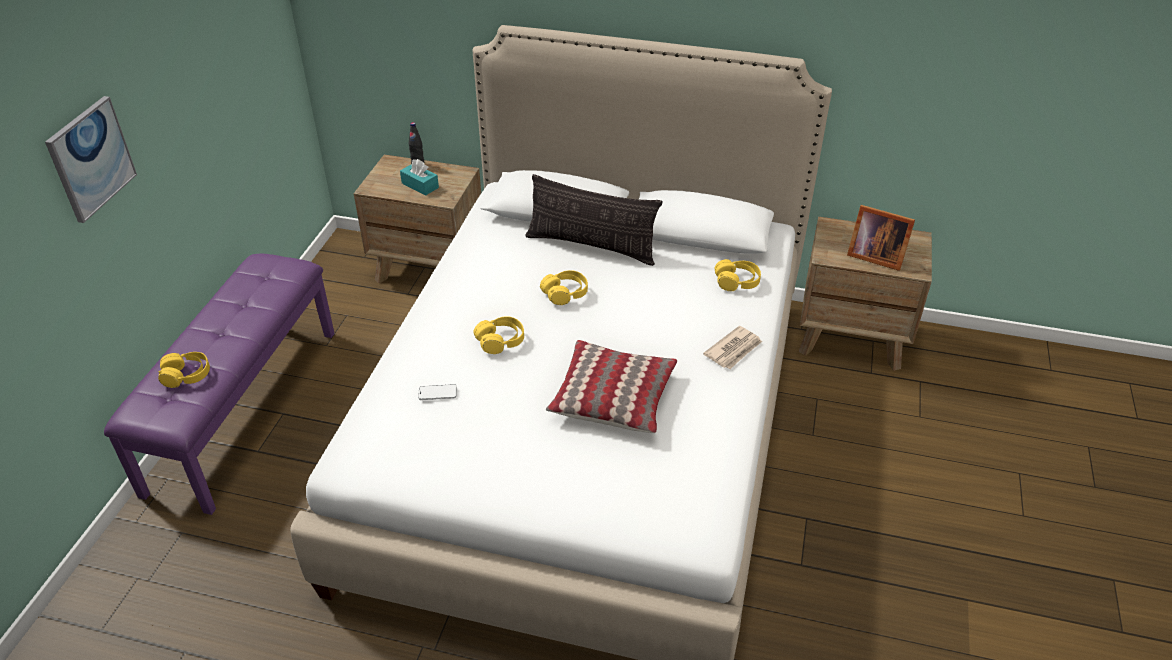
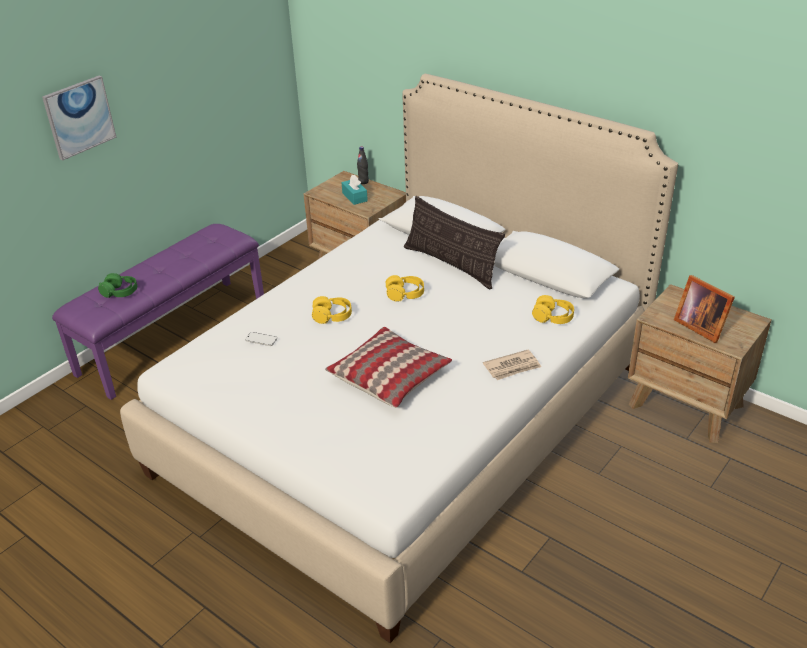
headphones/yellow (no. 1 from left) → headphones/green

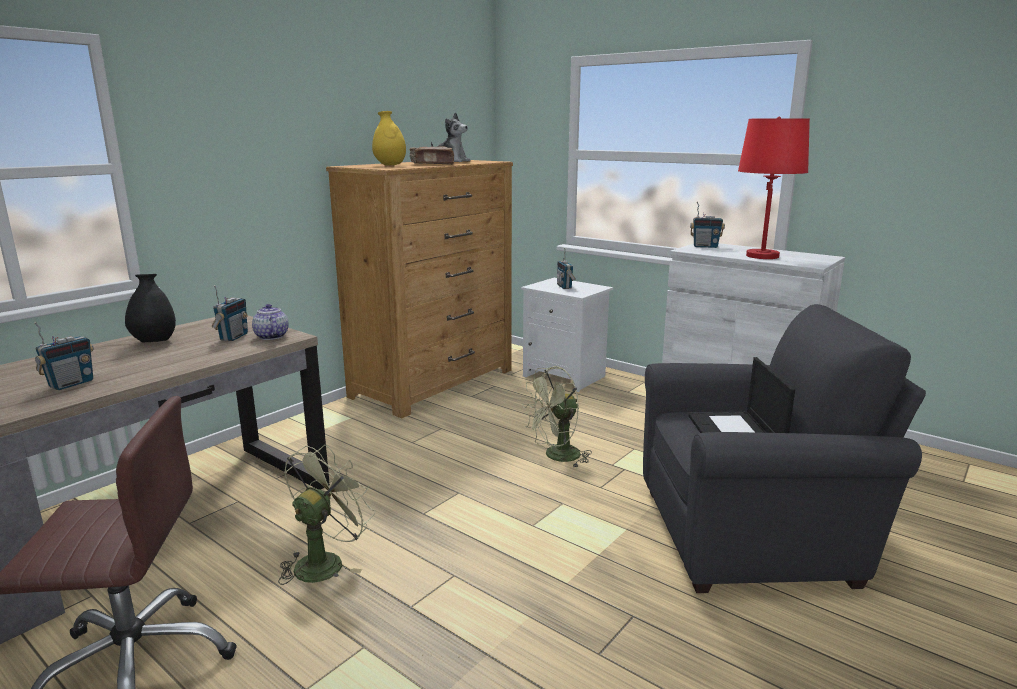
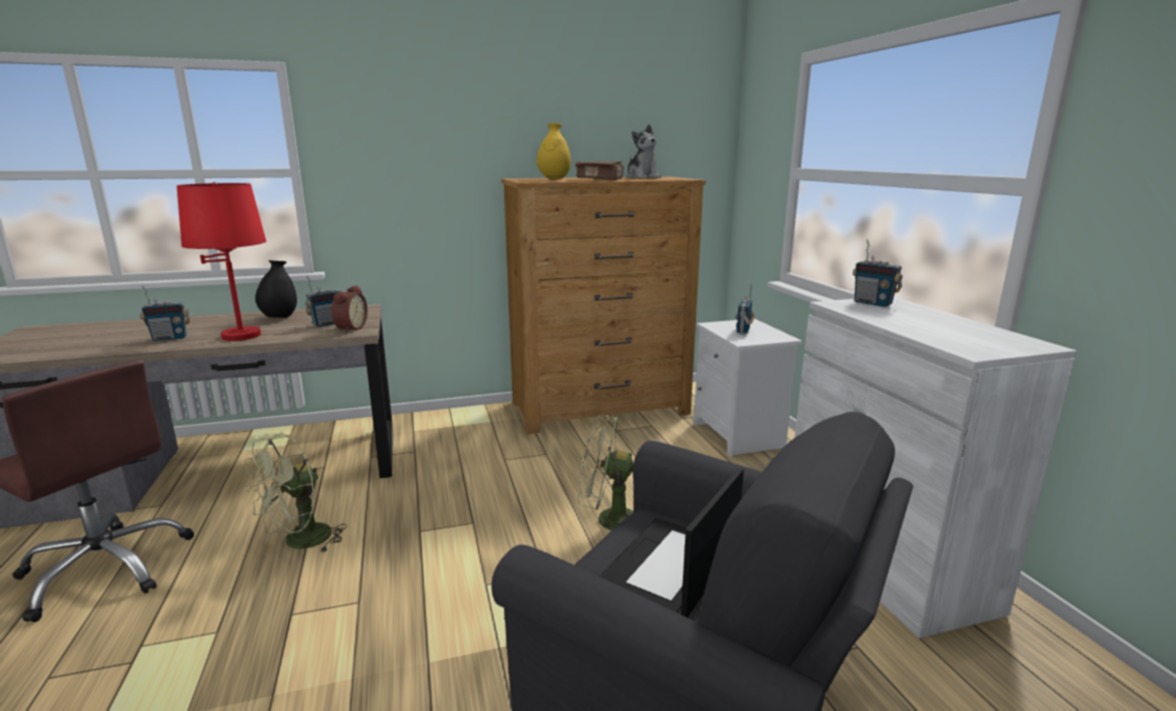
table lamp/red, shifted
teapot → alarm clock
fan/green (no. 1 from left), 150 degrees clockwise

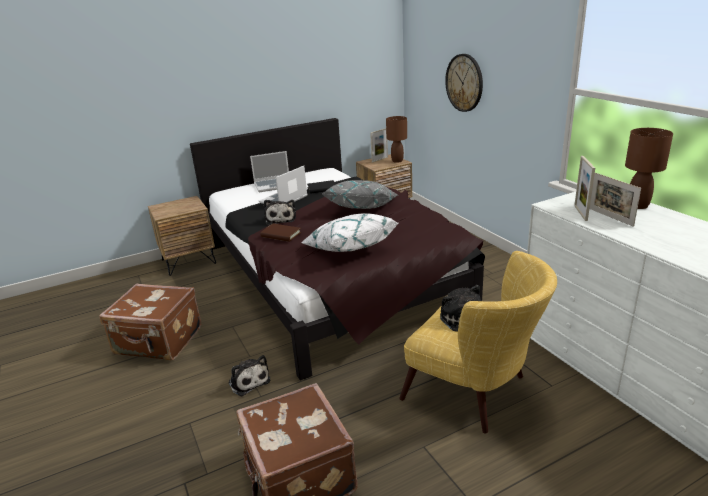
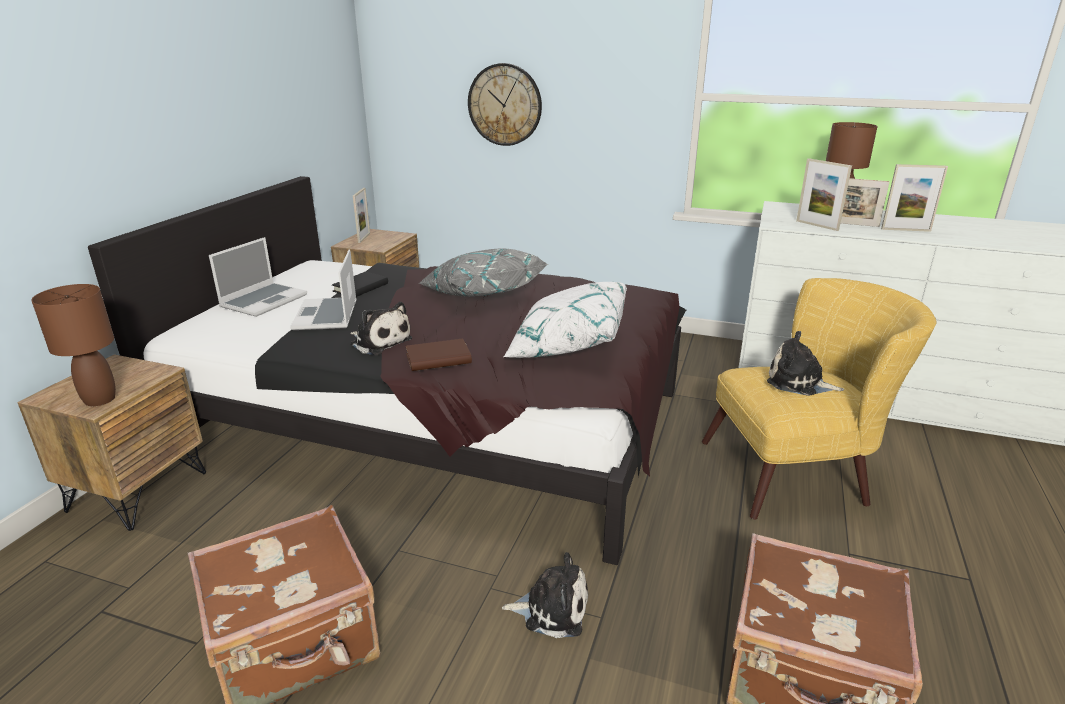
table lamp/brown (no. 1 from left), shifted
- → picture frame (no. 4 from left)

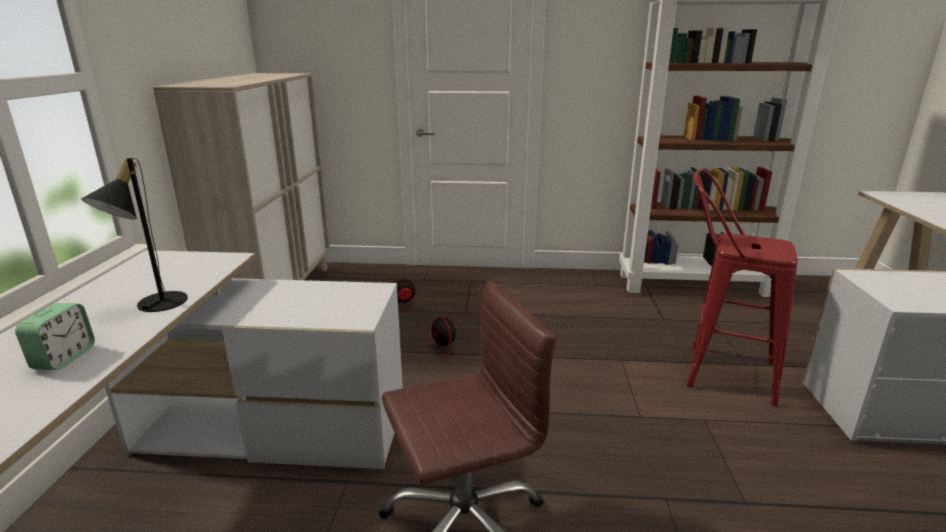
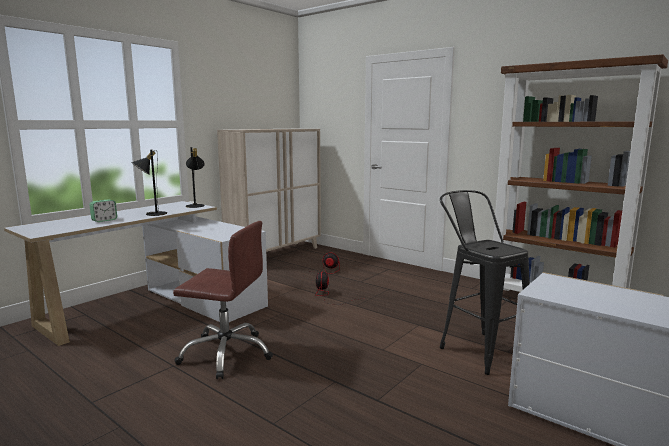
stool/red → stool/black
- → table lamp/black (no. 2 from left)

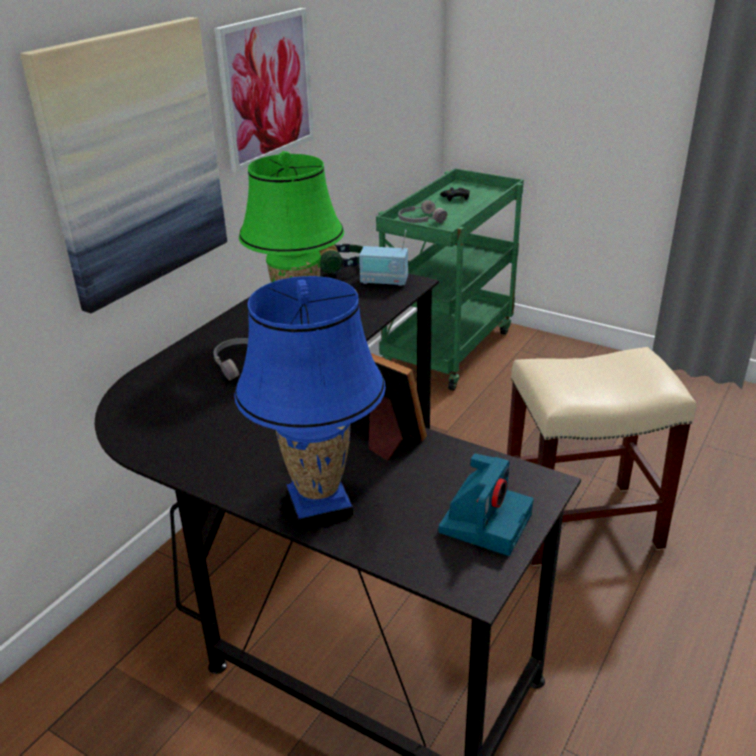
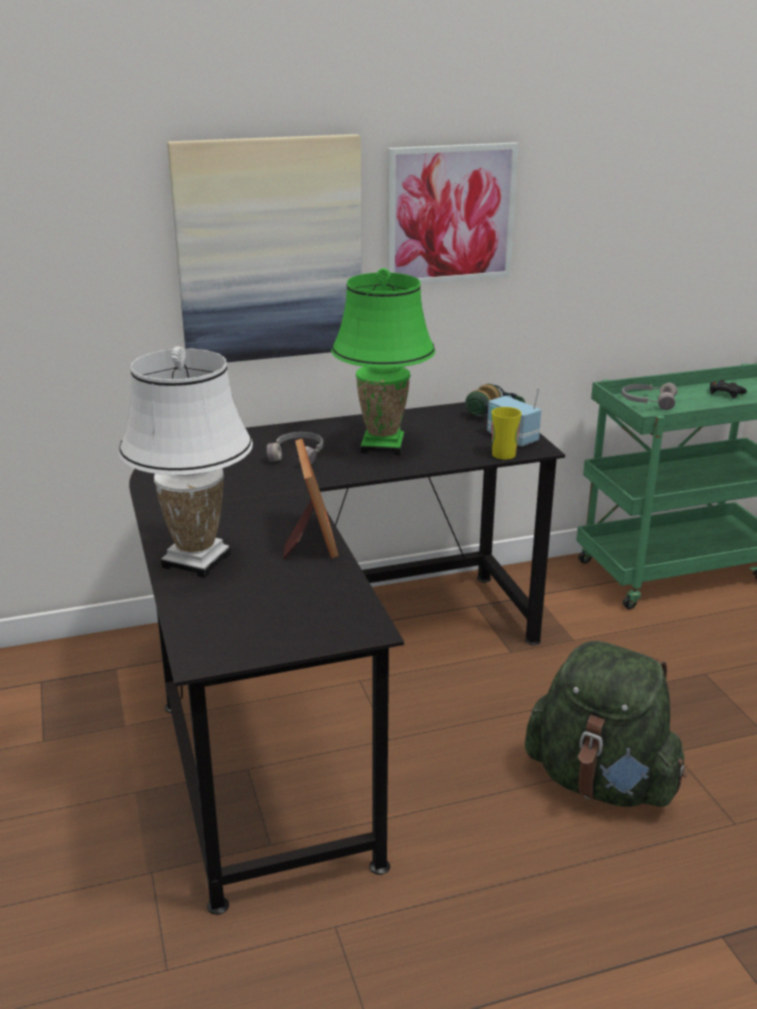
table lamp/blue → table lamp/white
stool/beige → backpack/green
photo camera → -
- → cup

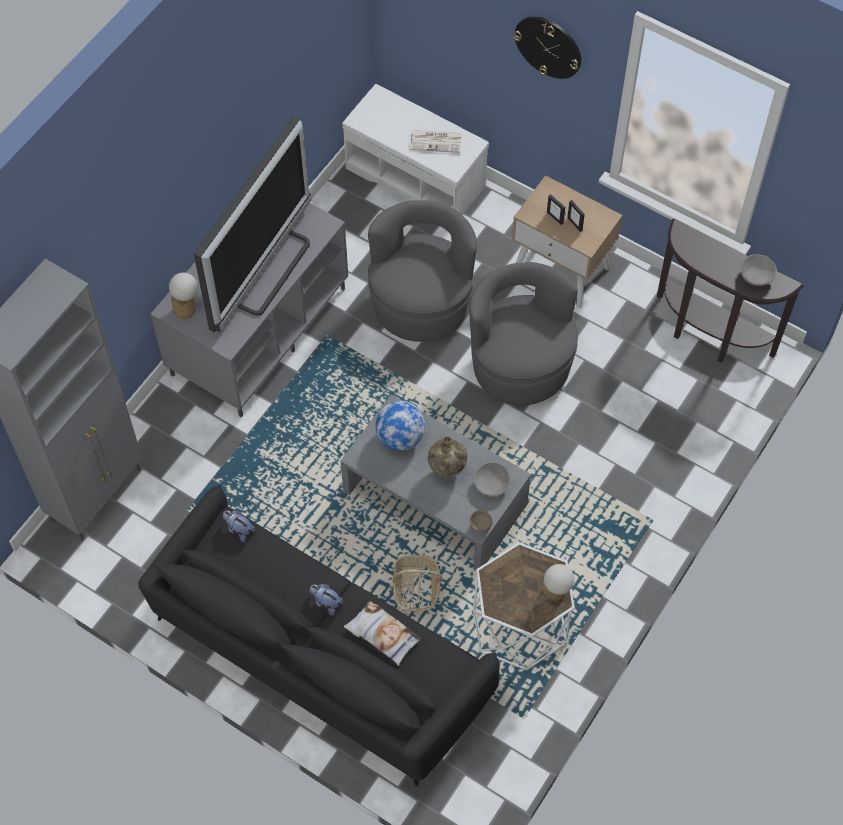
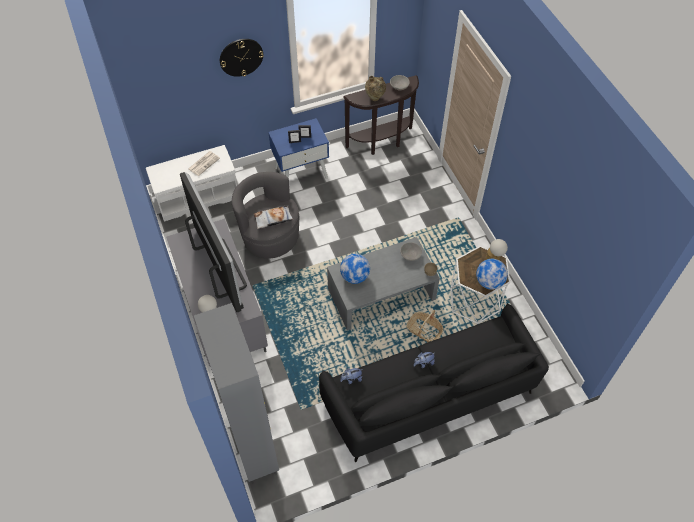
nightstand/beige → nightstand/blue
armchair/grey (no. 2 from left) → -
vase/beige, shifted
pillow, shifted
- → globe (no. 2 from left)

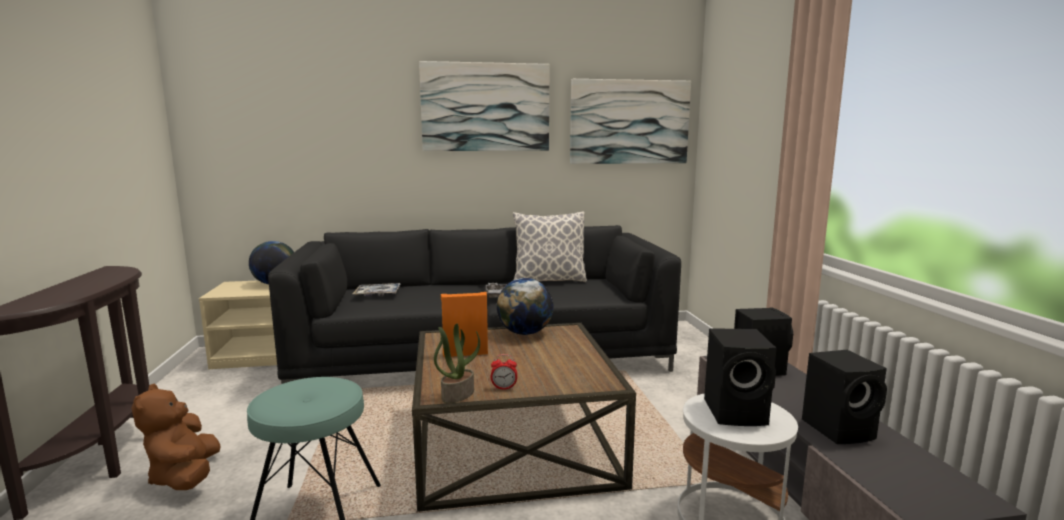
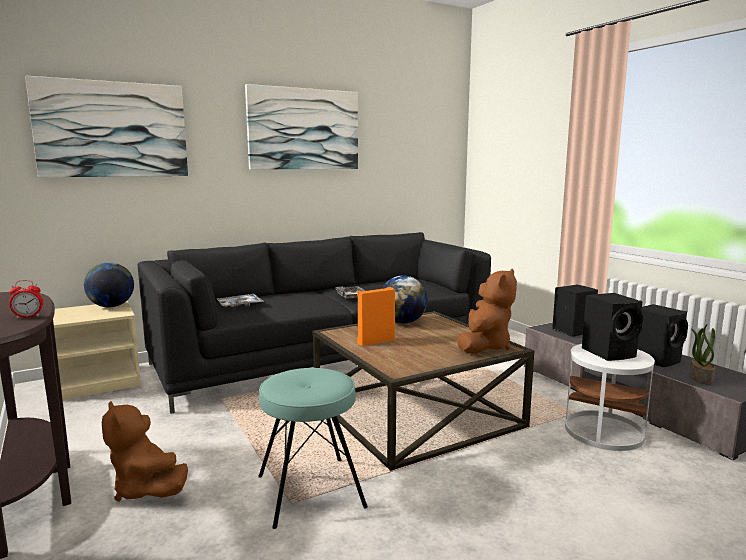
picture (no. 2 from left in the first image) → picture (no. 1 from left), shifted
pillow → -
potted plant, shifted
alarm clock, shifted
- → plush toy/brown (no. 2 from left)

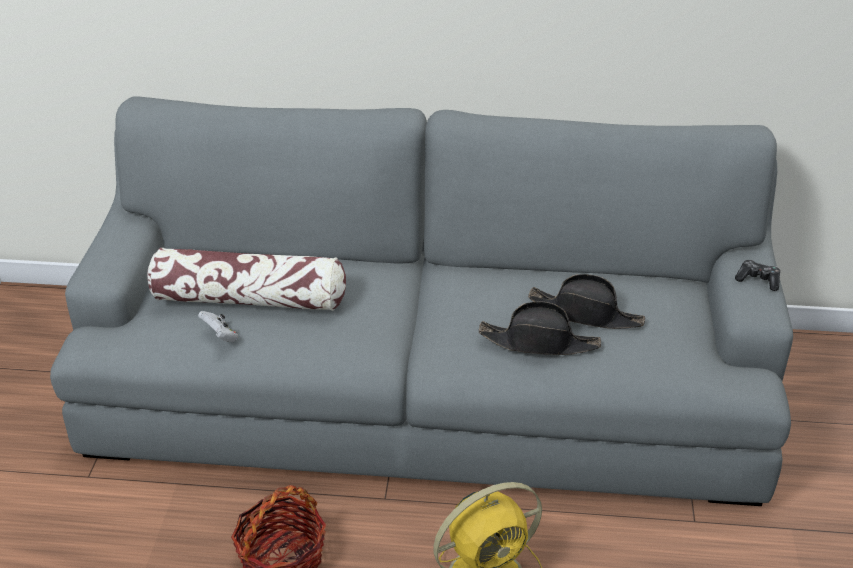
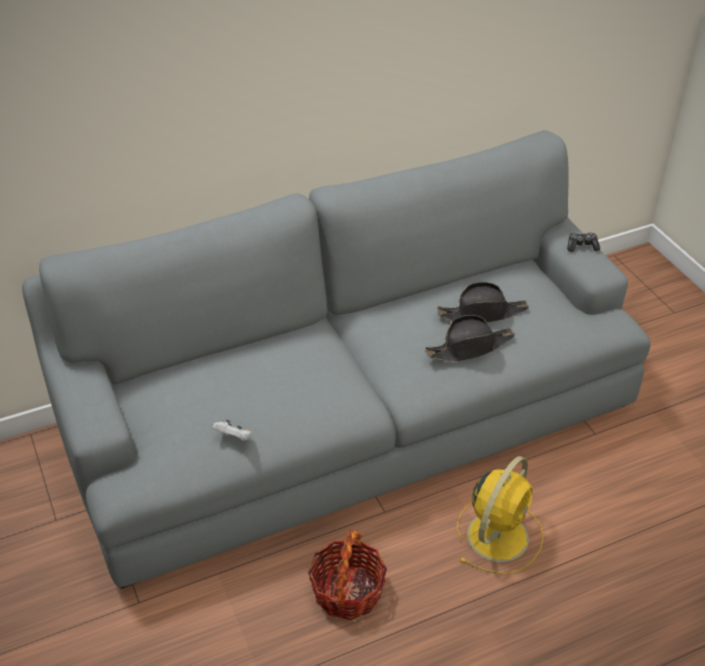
pillow → -

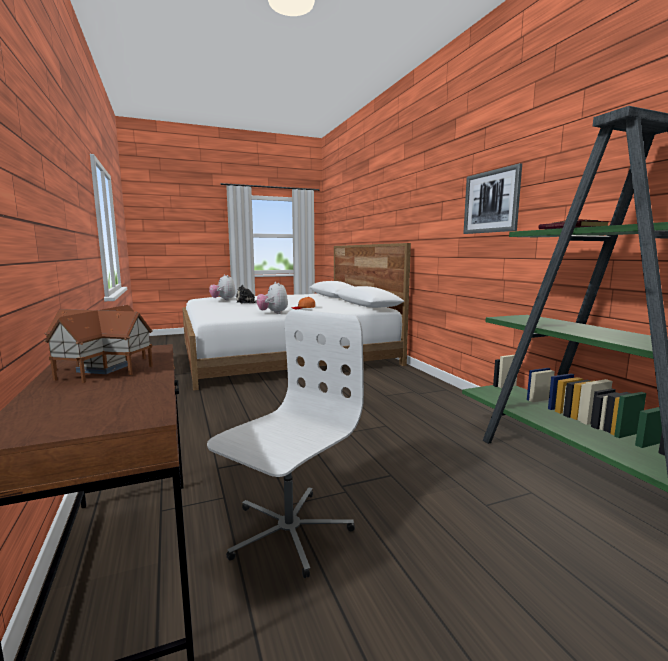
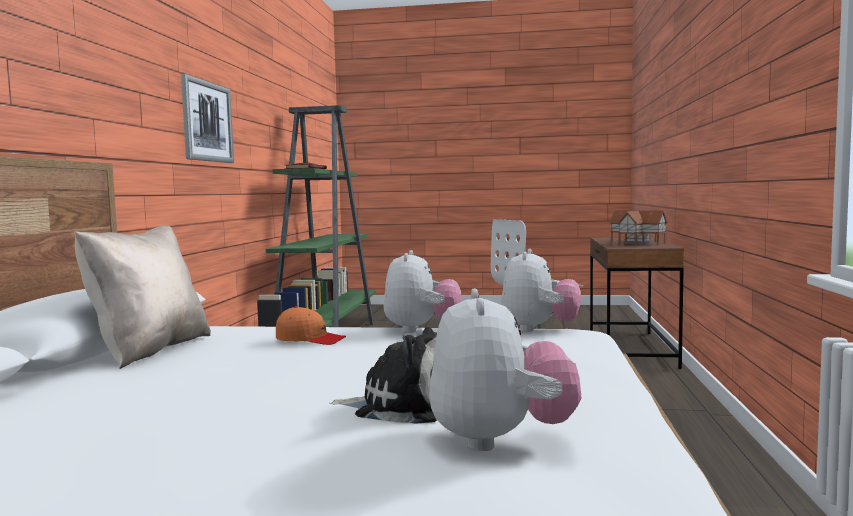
- → pillow/beige
- → plush toy (no. 4 from left)

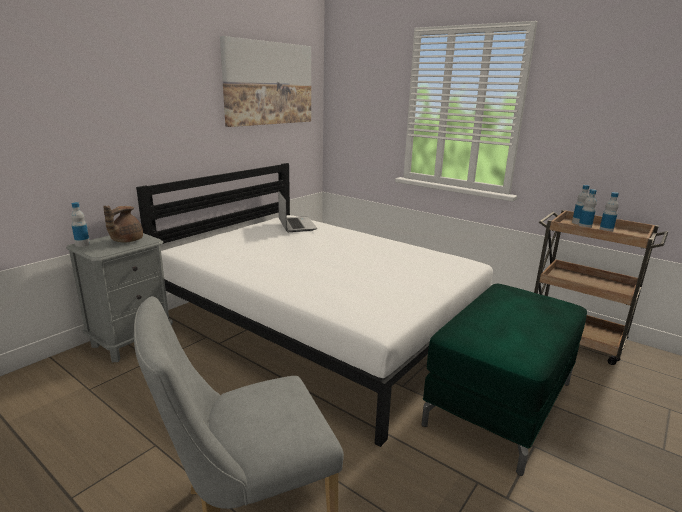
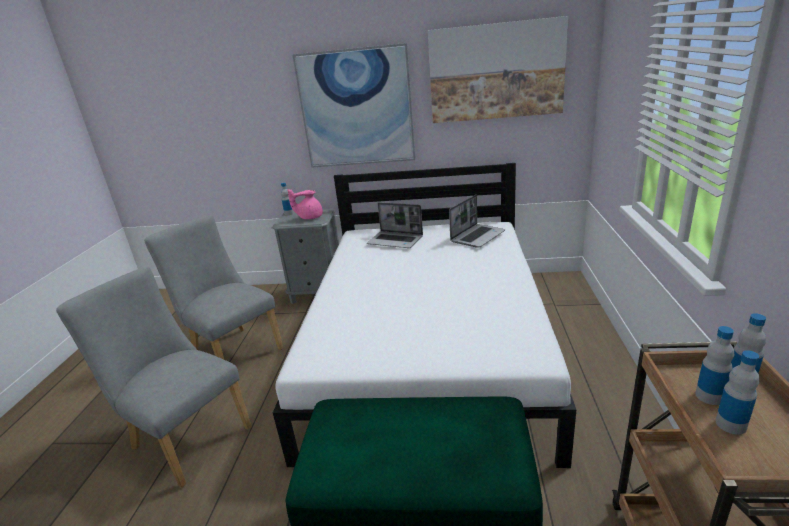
teapot/brown → teapot/pink
- → picture (no. 1 from left)
- → laptop (no. 1 from left)
- → chair/grey (no. 2 from left)

